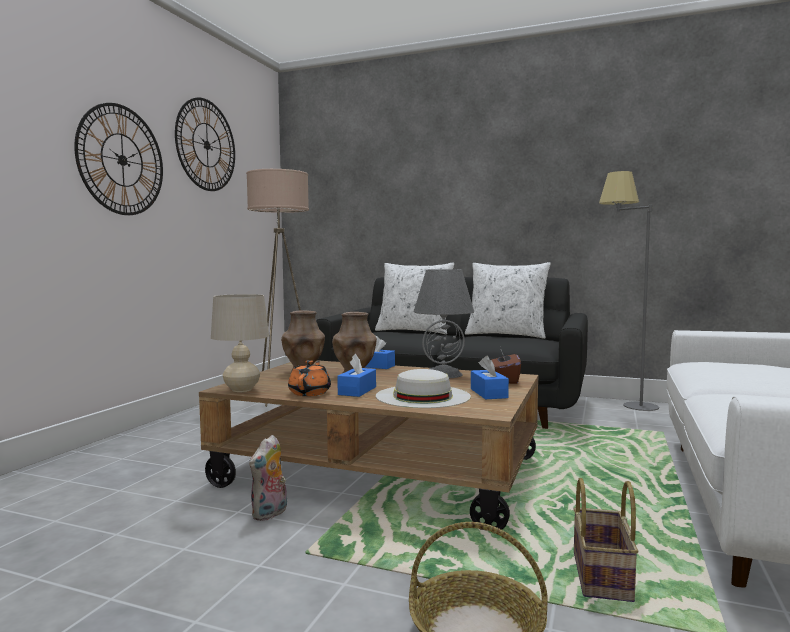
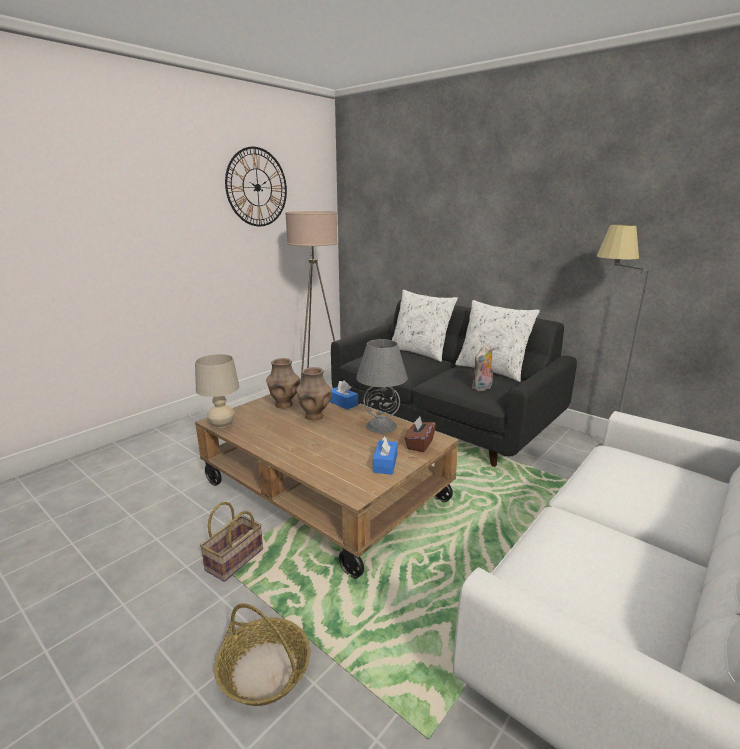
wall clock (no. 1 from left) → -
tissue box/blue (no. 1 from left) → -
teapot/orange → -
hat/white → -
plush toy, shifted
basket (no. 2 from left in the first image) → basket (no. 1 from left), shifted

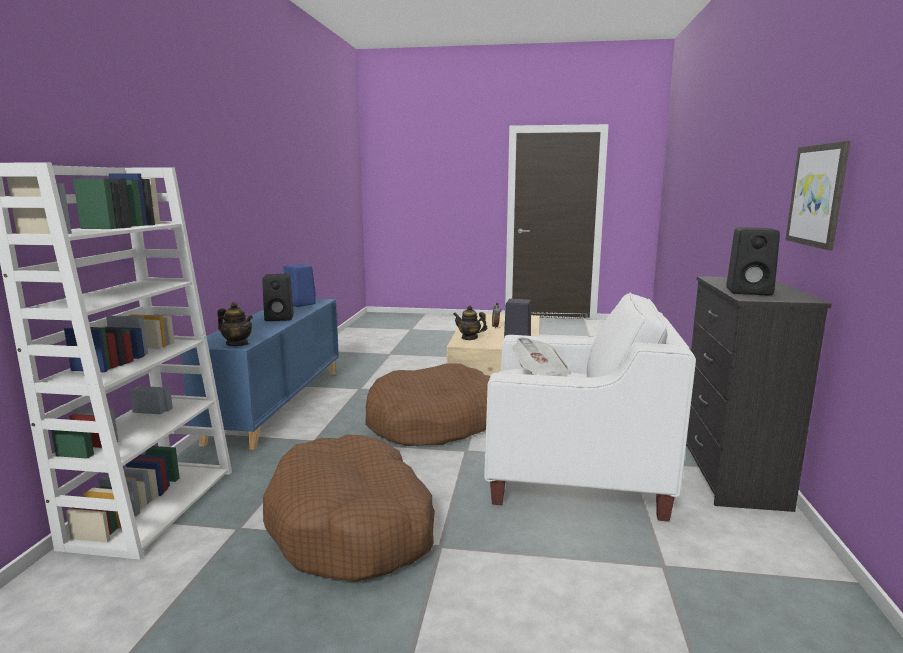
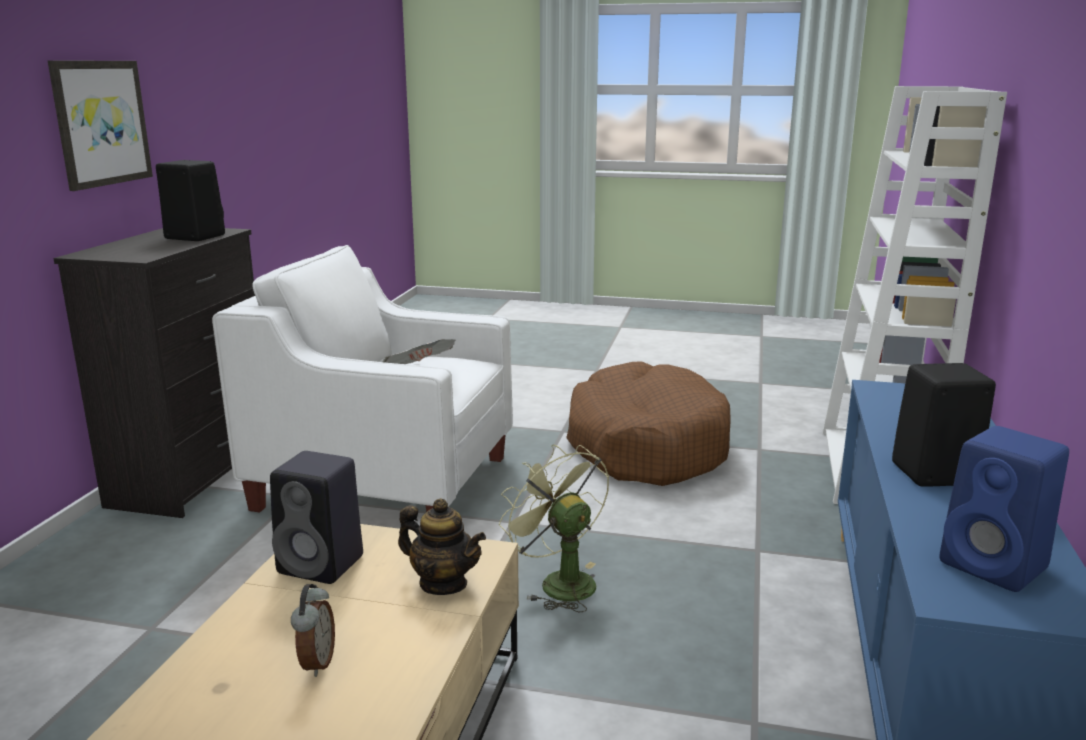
teapot (no. 1 from left) → -
dog bed/brown (no. 2 from left) → fan/green

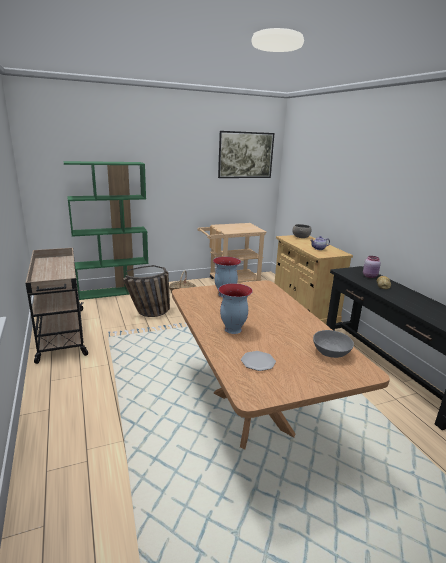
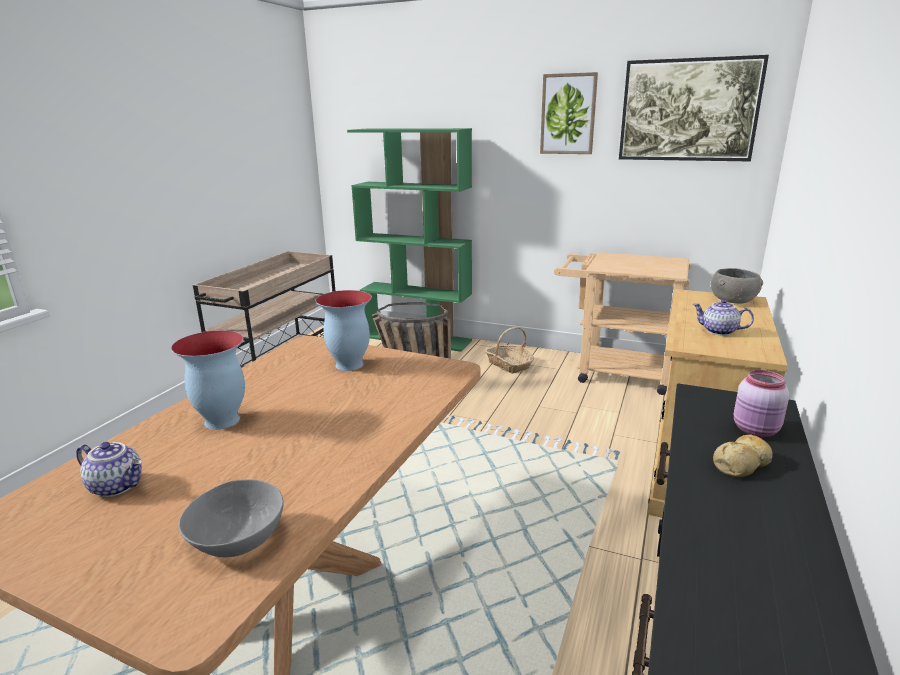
plate → teapot (no. 1 from left)
- → picture (no. 1 from left)

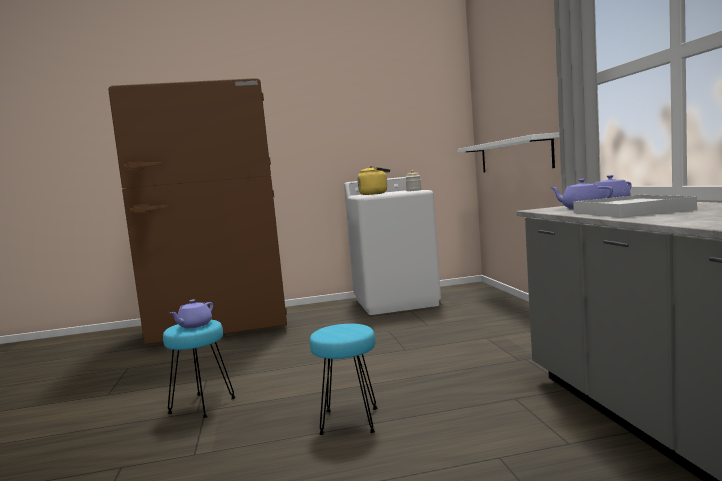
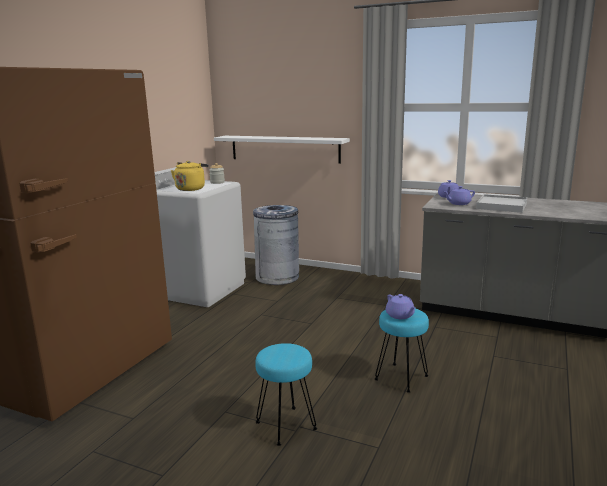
teapot/purple (no. 1 from left), shifted
- → trash can/grey

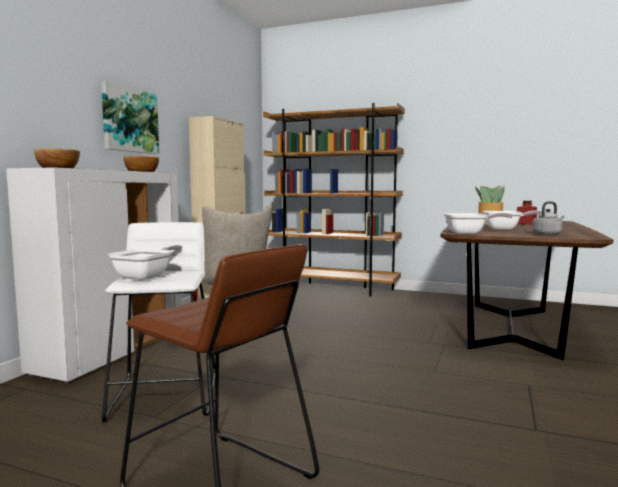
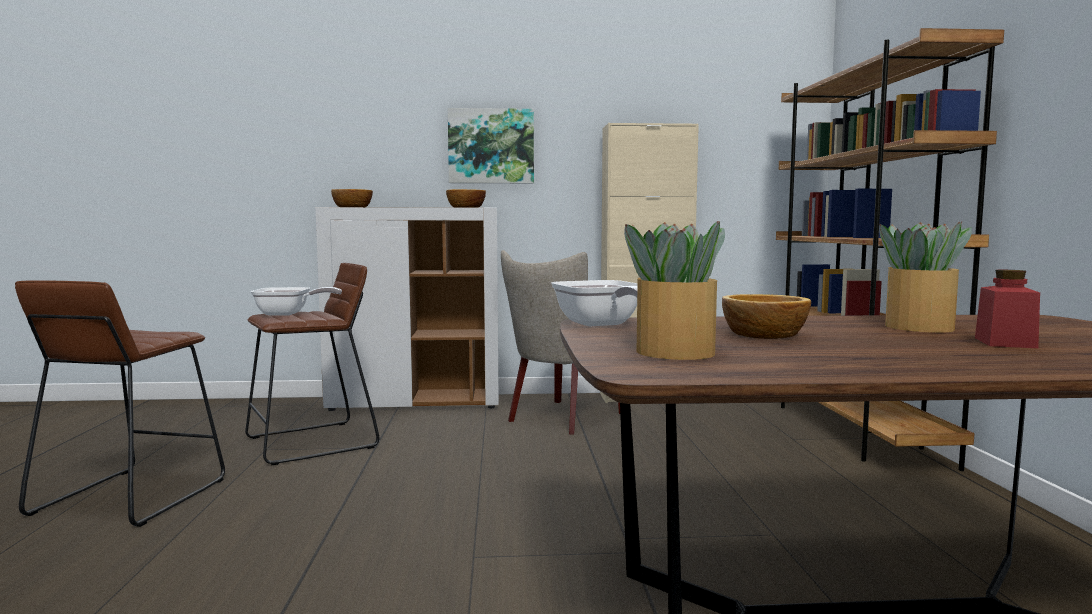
kettle/grey → potted plant (no. 1 from left)
frying pan (no. 3 from left) → bowl (no. 3 from left)
stool/white → stool/brown (no. 2 from left)

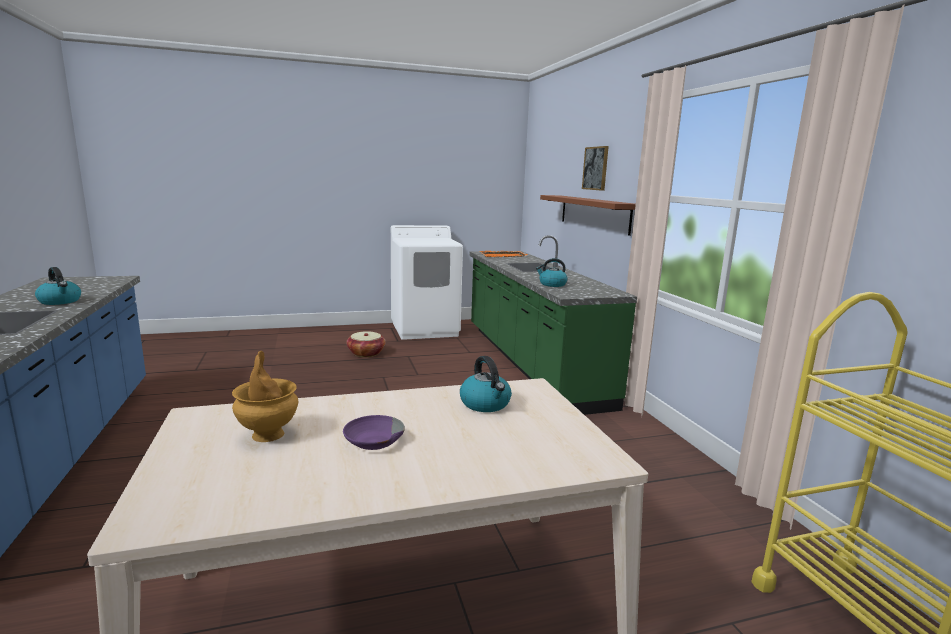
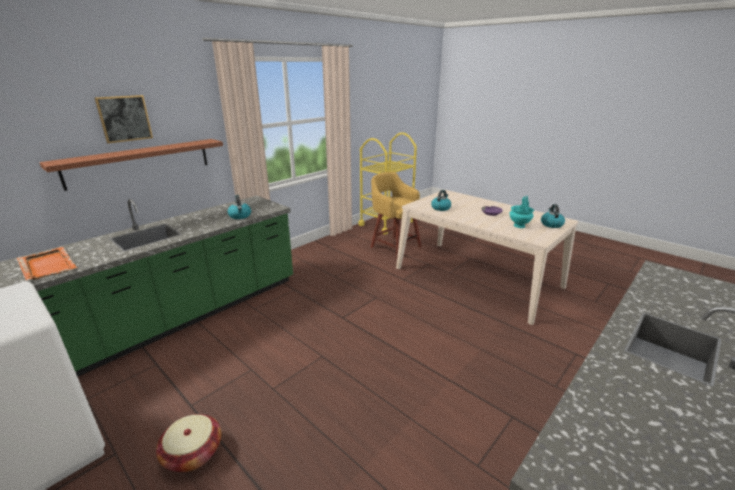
kettle (no. 1 from left in the first image) → kettle (no. 3 from left), shifted
vase/brown → vase/turquoise
- → stool/yellow

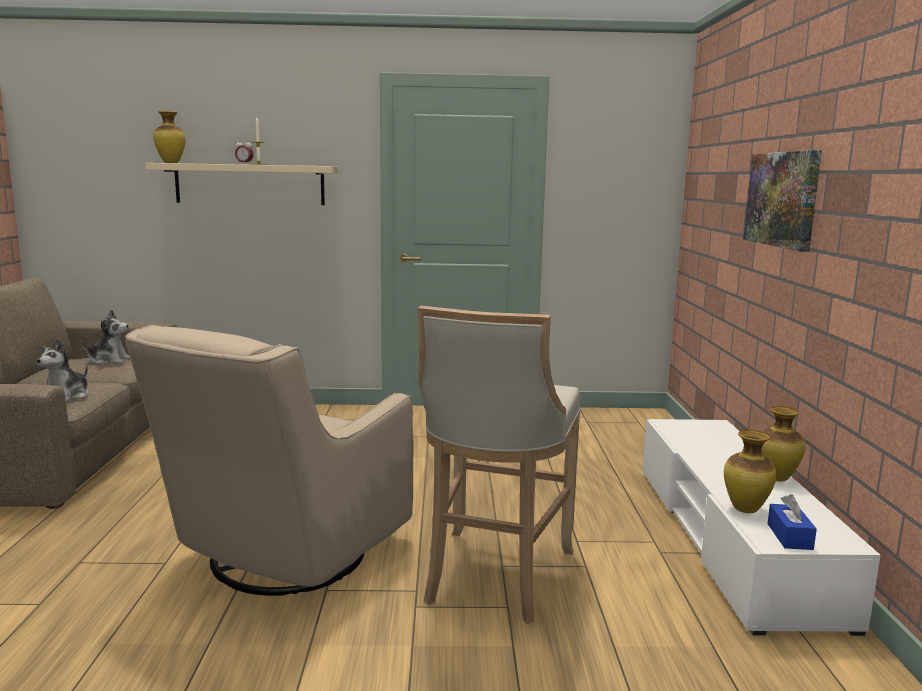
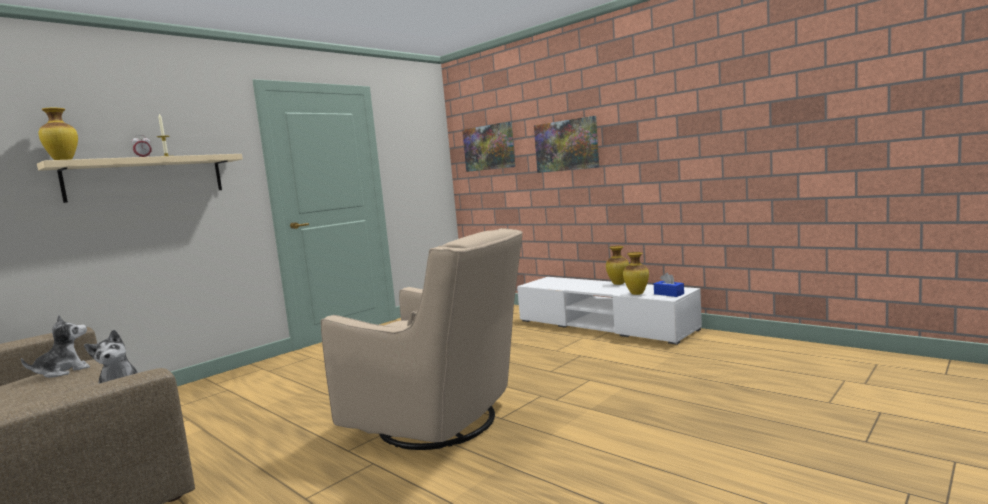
stool/beige → -
armchair/beige, 45 degrees counterclockwise
- → picture (no. 1 from left)

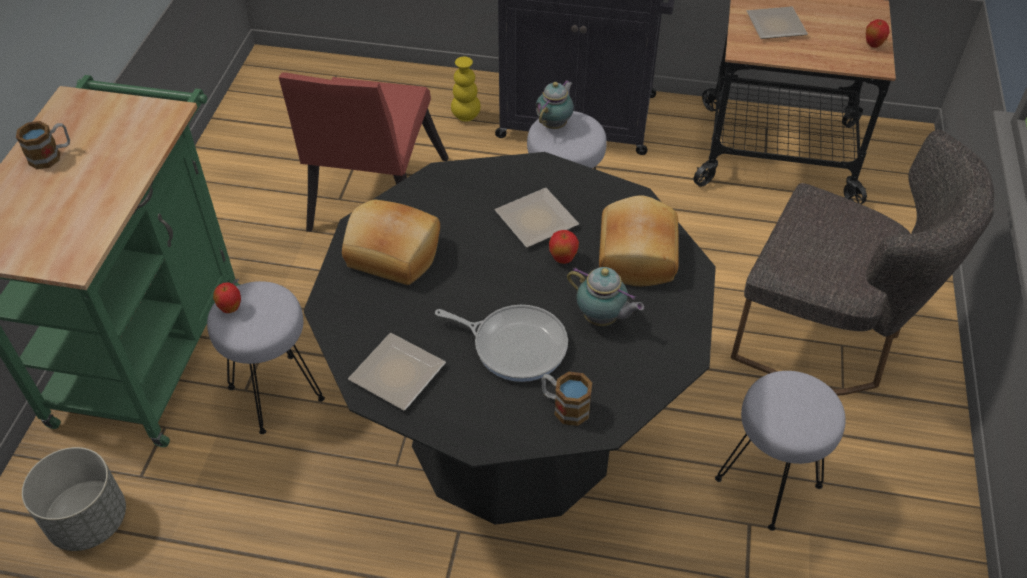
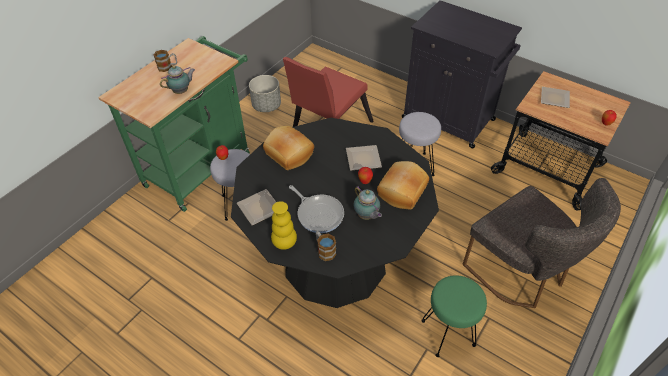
vase/yellow, shifted
teapot (no. 1 from left), shifted
stool/grey (no. 3 from left) → stool/green
planter/grey, shifted

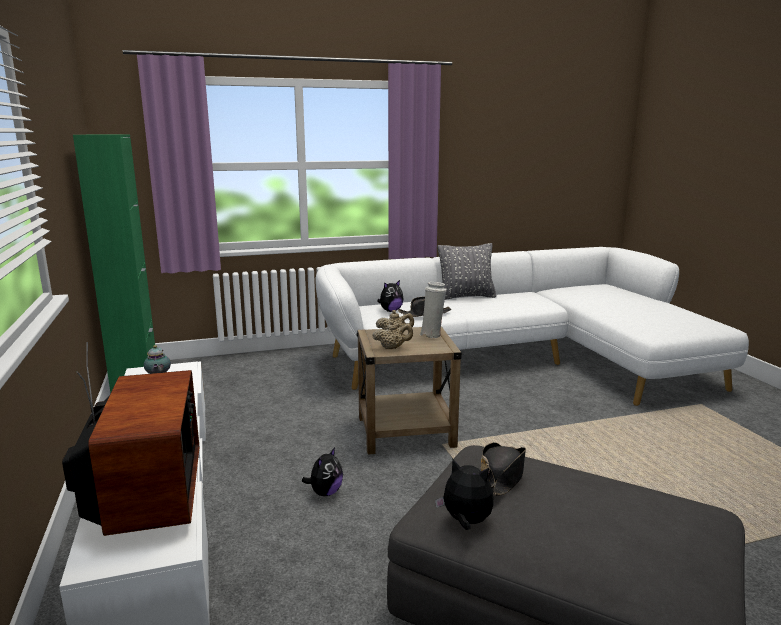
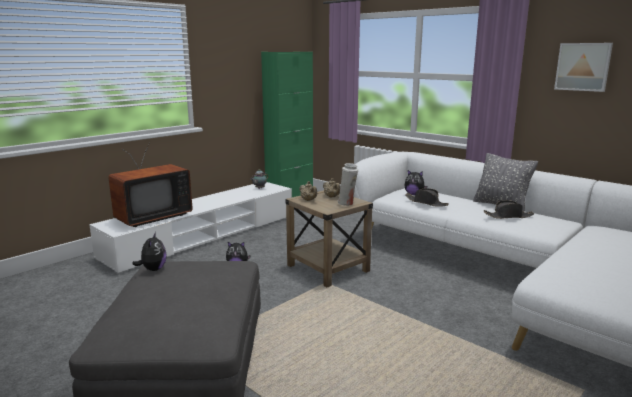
hat/black (no. 2 from left), shifted
- → picture

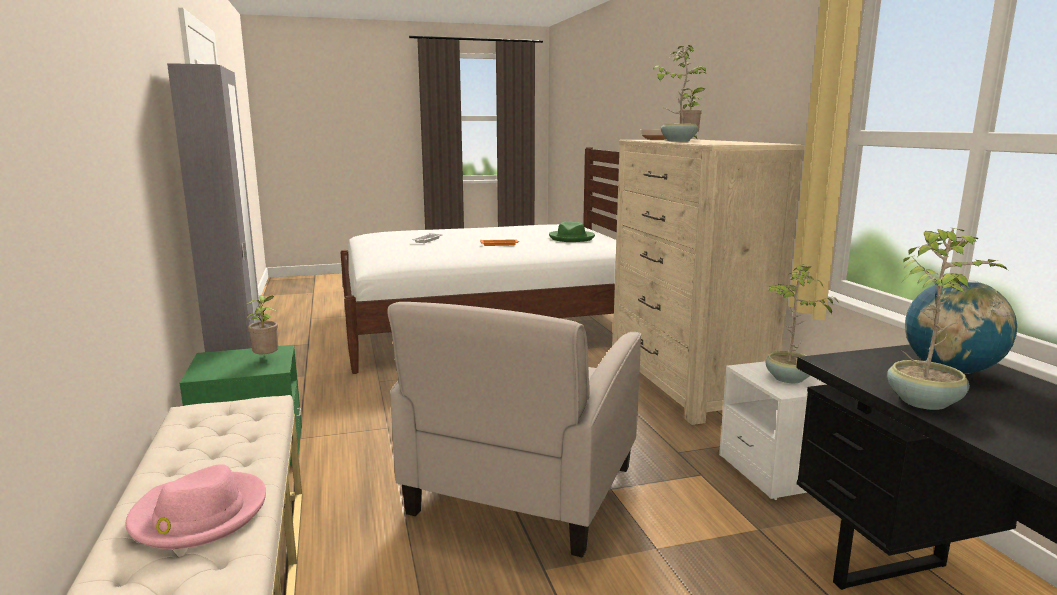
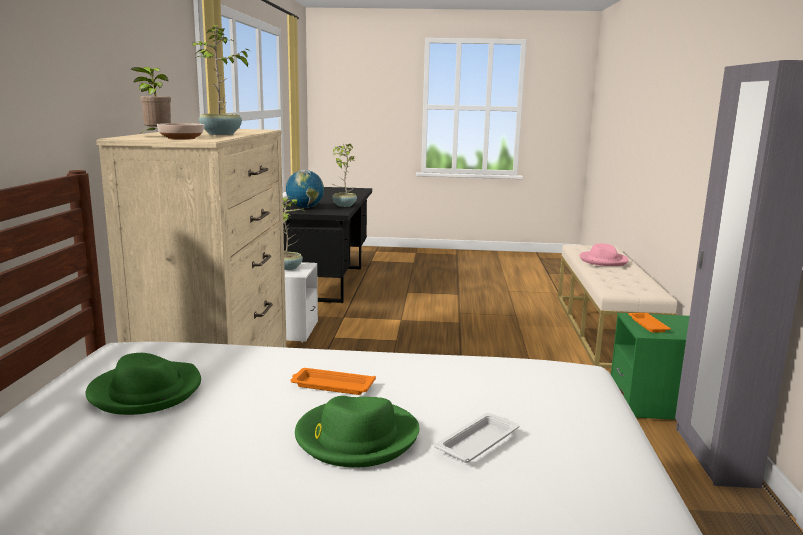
potted plant (no. 1 from left) → tray/orange (no. 2 from left)
armchair/beige → -
- → hat/green (no. 2 from left)

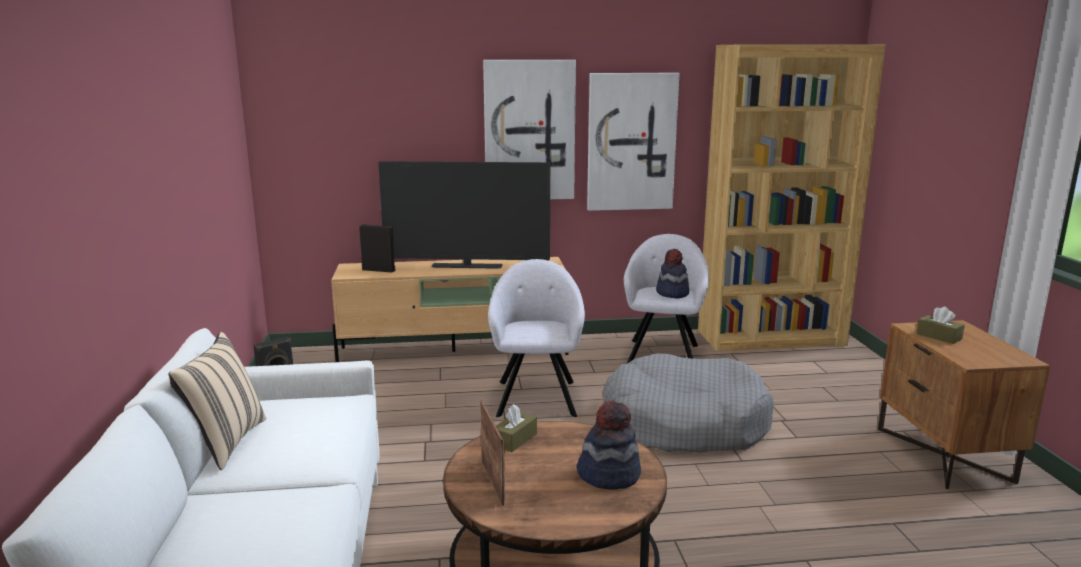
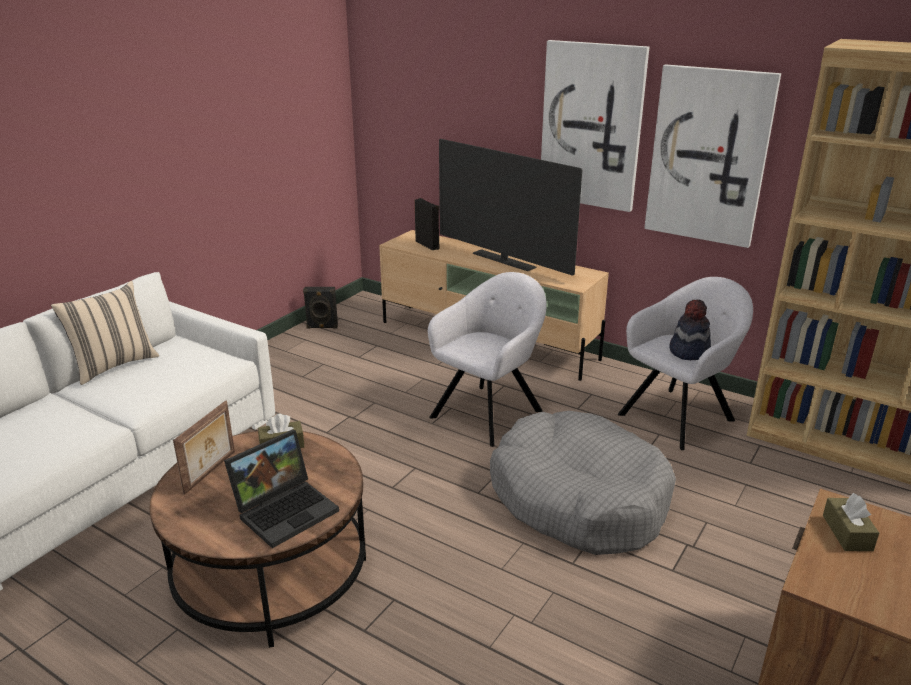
hat (no. 1 from left) → laptop

